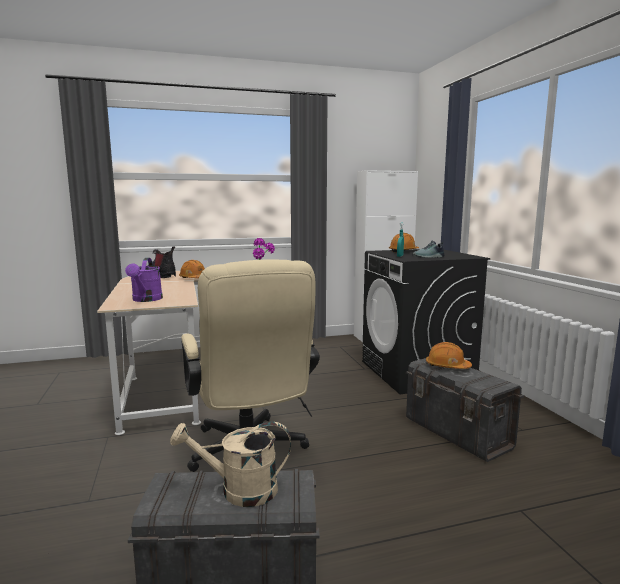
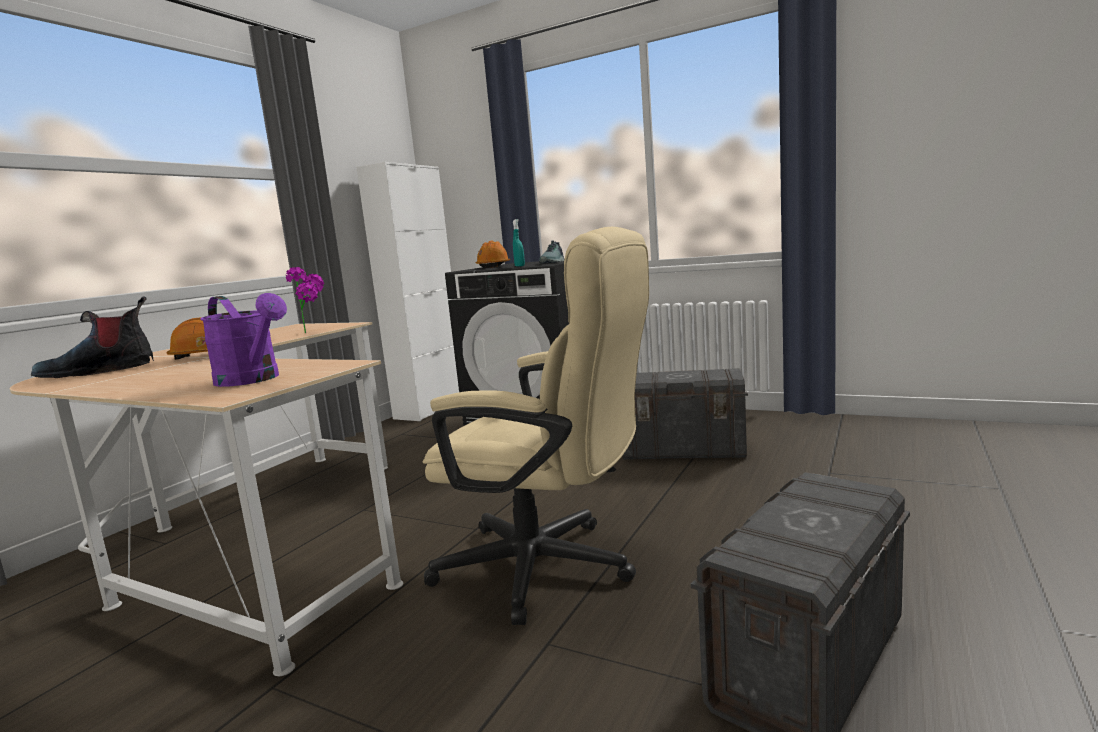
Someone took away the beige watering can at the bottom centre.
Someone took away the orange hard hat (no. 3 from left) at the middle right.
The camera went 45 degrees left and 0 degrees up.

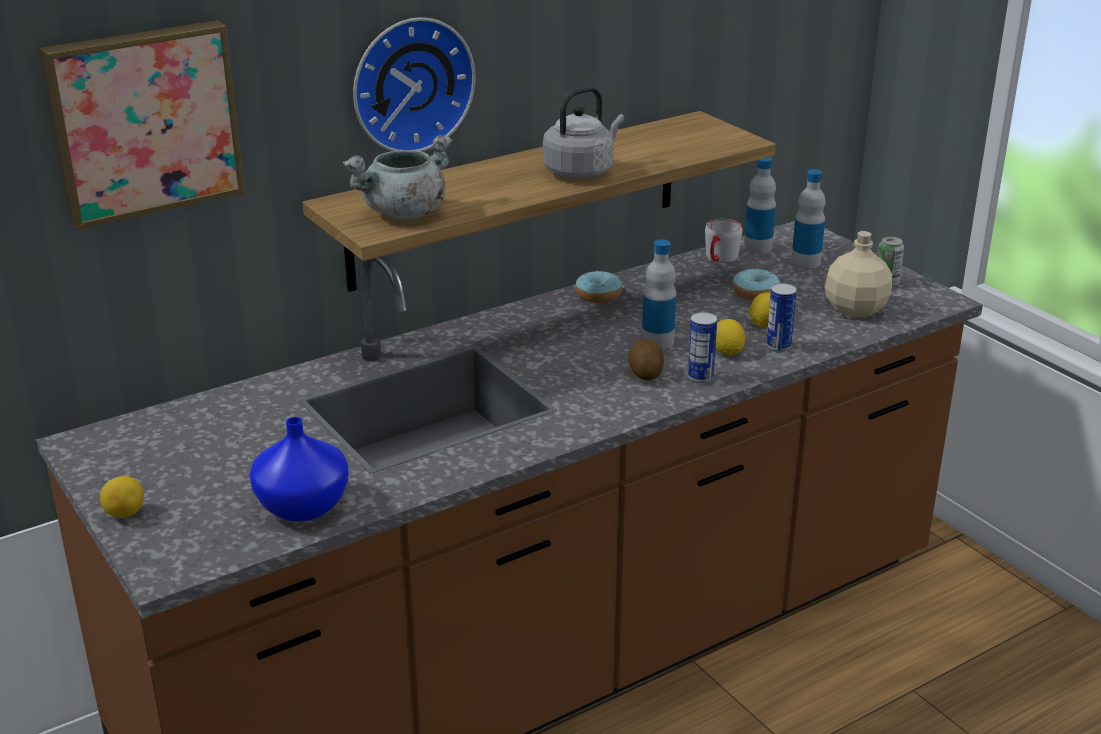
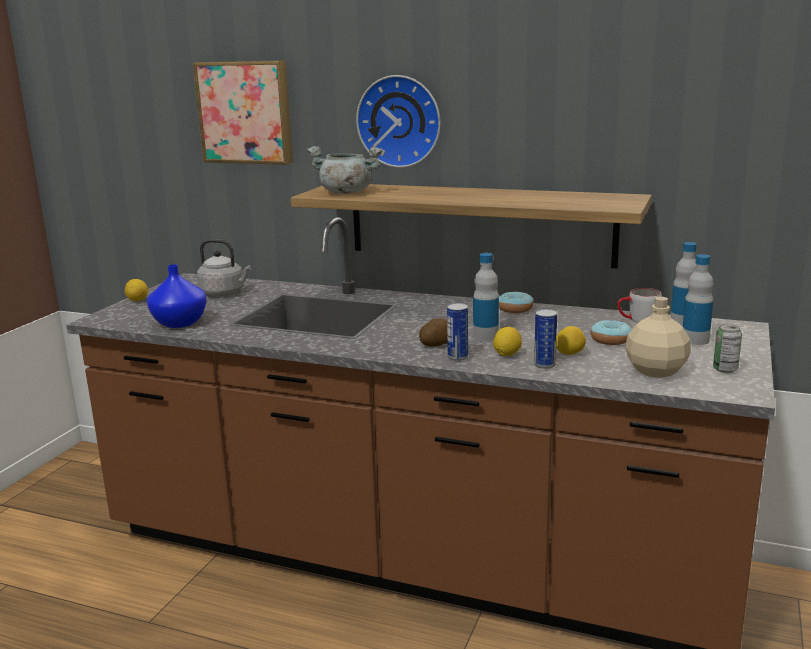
Someone carried the grey kettle from the top centre to the middle left.
The camera went 55 degrees right and 10 degrees down.

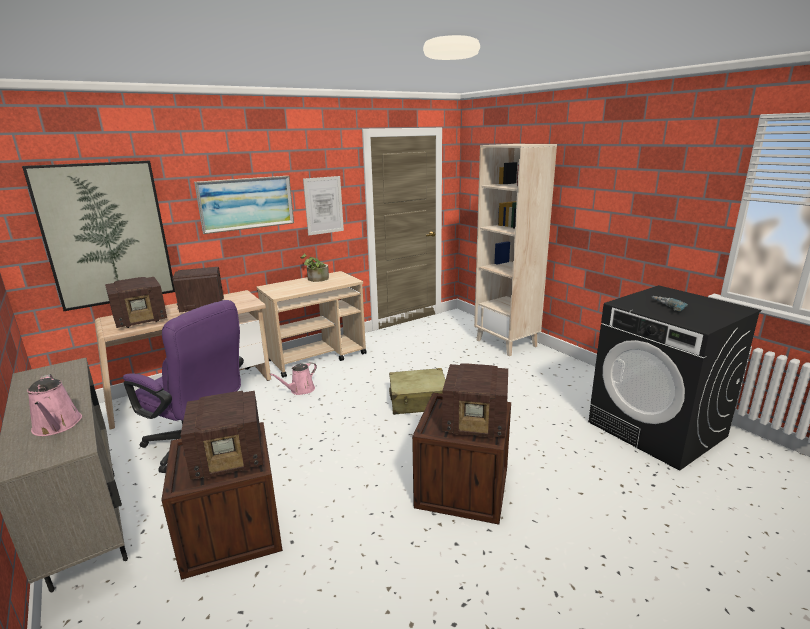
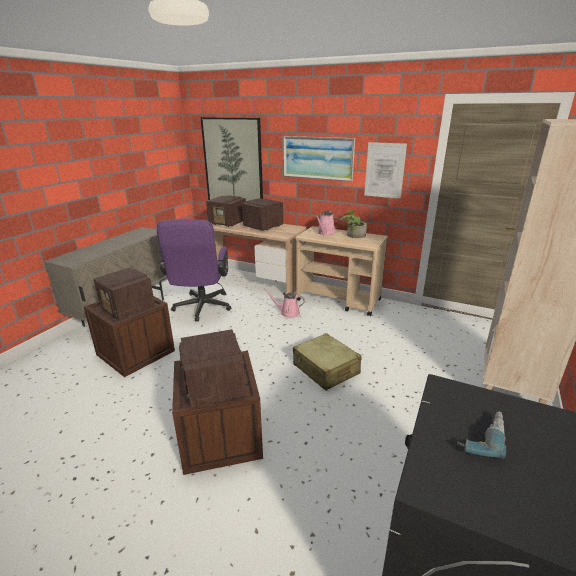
Someone carried the pink watering can (no. 1 from left in the first image) from the middle left to the centre.
The camera went 60 degrees right and 5 degrees up.

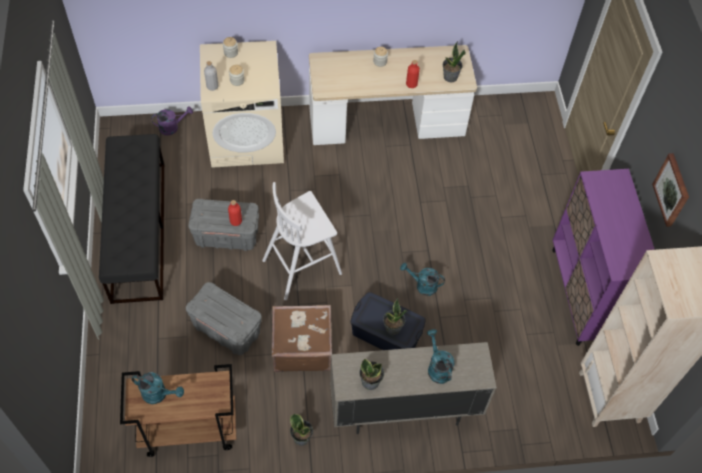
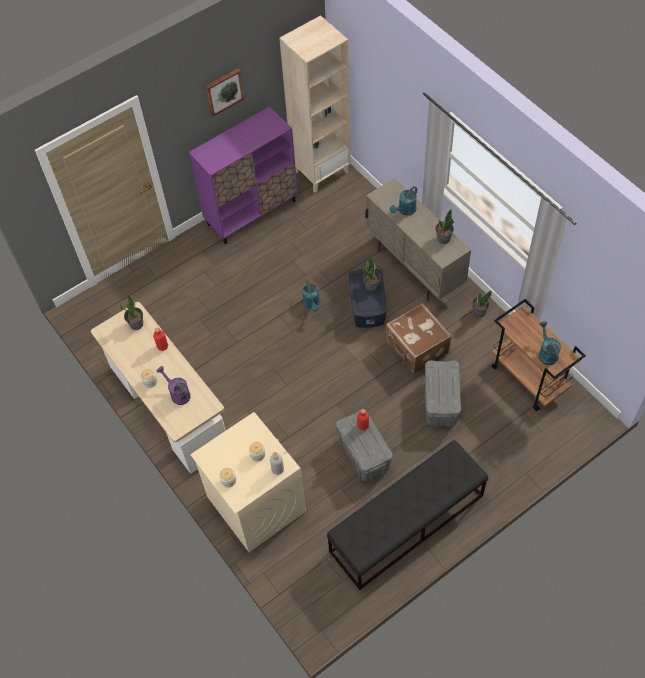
Someone took away the white stool at the centre.
Someone carried the purple watering can from the top left to the middle left.
The camera went 115 degrees left and 0 degrees up.

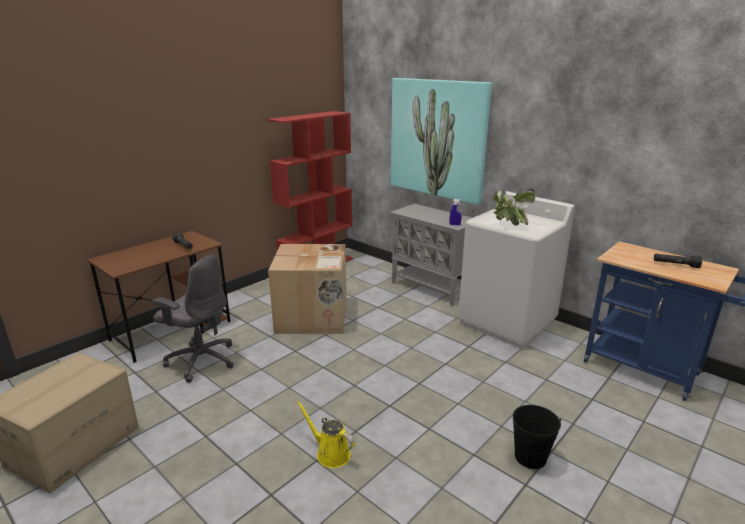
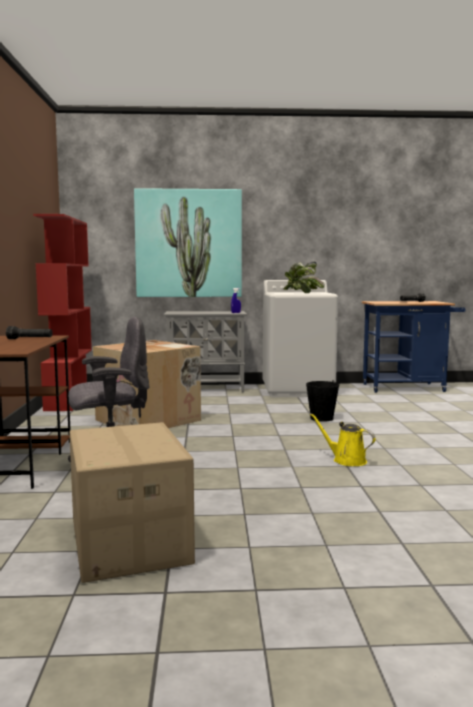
Someone carried the black bucket from the bottom right to the middle right.
Someone rotated the yellow watering can at the bottom centre by 45 degrees clockwise.
The camera went 45 degrees left and 15 degrees down.

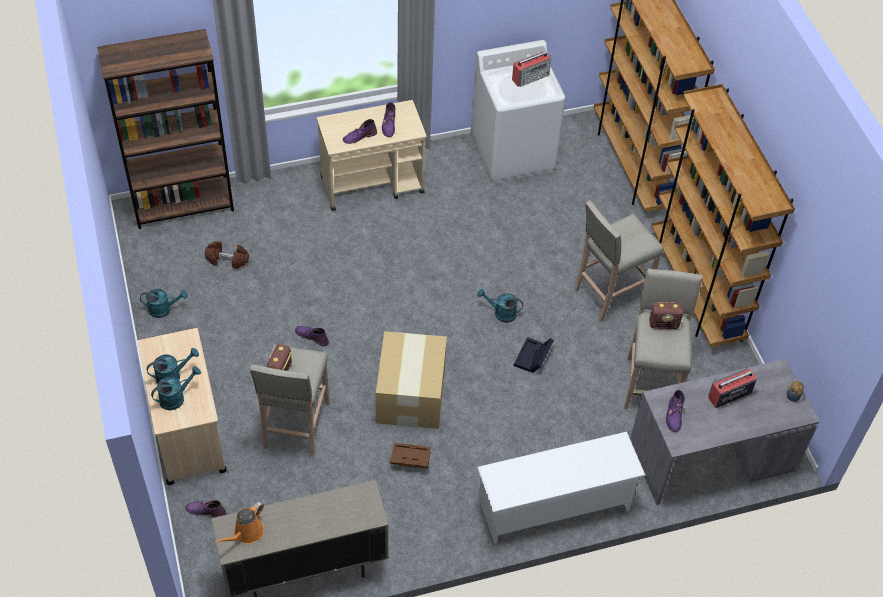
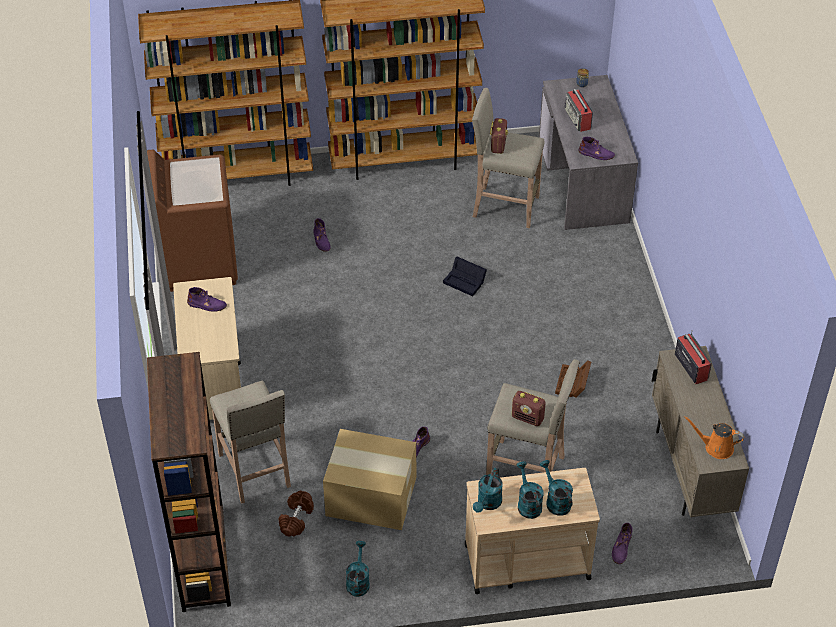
Someone took away the white shoe rack at the bottom centre.
Someone carried the purple boot (no. 3 from left in the first image) from the top centre to the centre.
Someone carried the cardboard box from the centre to the bottom centre.
Someone carried the turquoise watering can (no. 4 from left in the first image) from the centre to the bottom centre.
Someone carried the radio (no. 2 from left in the first image) from the top centre to the middle right.
Someone carried the beige stool (no. 2 from left in the first image) from the middle right to the bottom left.
Someone repainted the white washing machine at the top centre, which became the brown washing machine at the middle left.
Someone rotated the orange watering can at the bottom left by 150 degrees clockwise.
The camera went 80 degrees left and 5 degrees down.

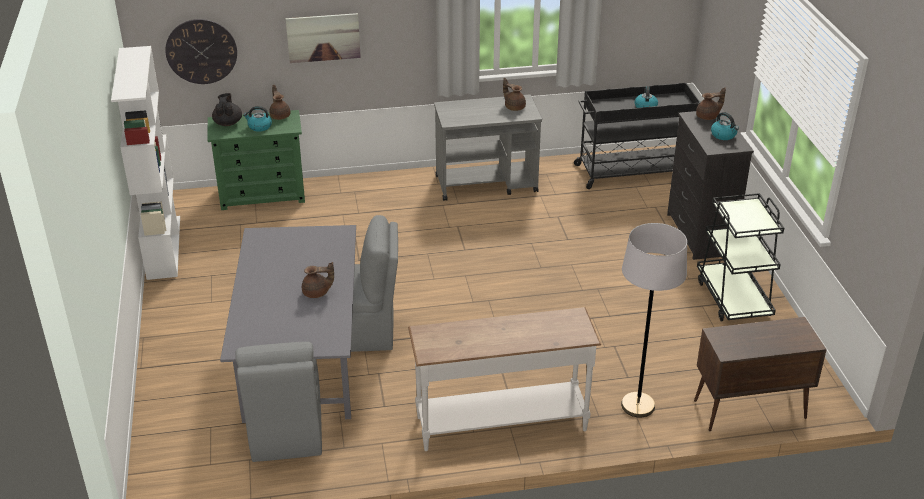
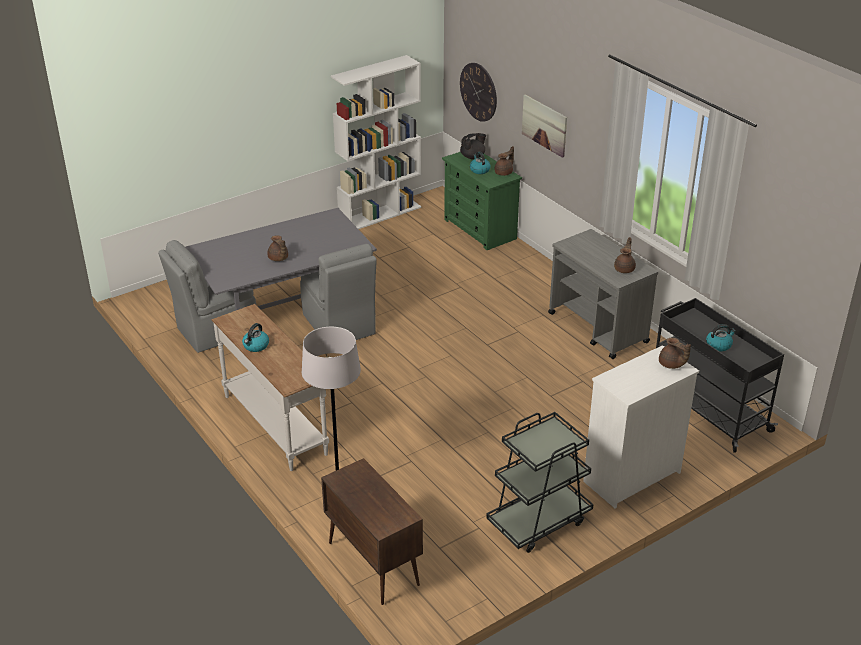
Someone carried the kettle (no. 3 from left in the first image) from the top right to the middle left.
Someone repainted the black dresser at the middle right, which became the white dresser at the middle right.
The camera went 65 degrees right and 0 degrees up.

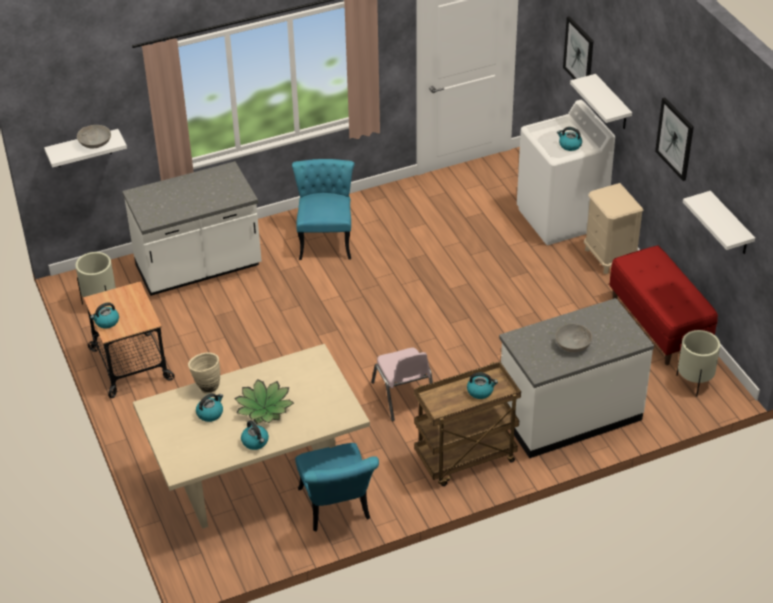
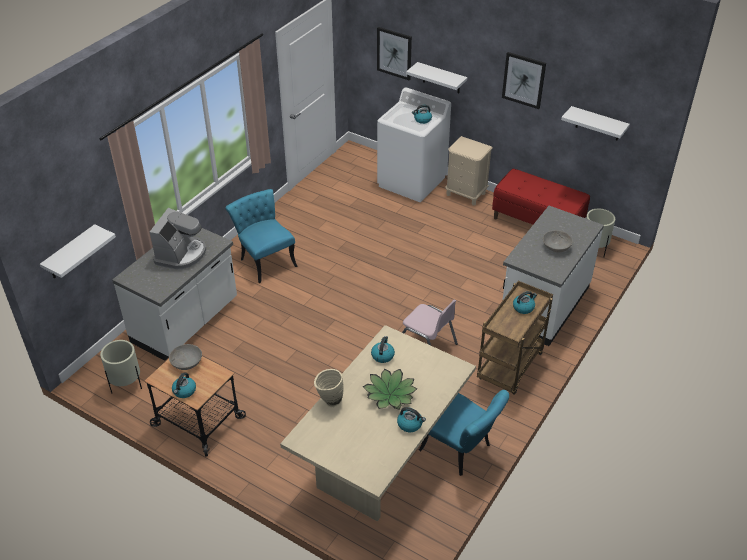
Someone put down the coffee machine at the middle left.
Someone carried the grey bowl (no. 1 from left) from the top left to the middle left.
Someone carried the kettle (no. 2 from left) from the bottom left to the centre.
The camera went 35 degrees left and 0 degrees up.

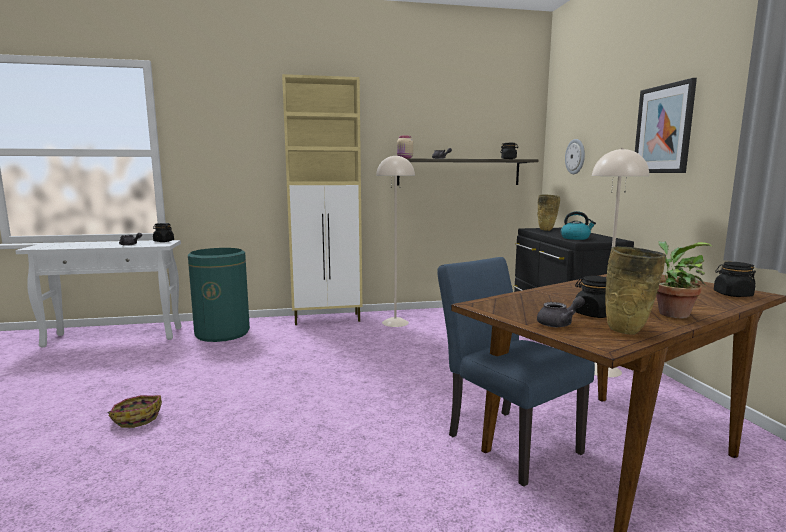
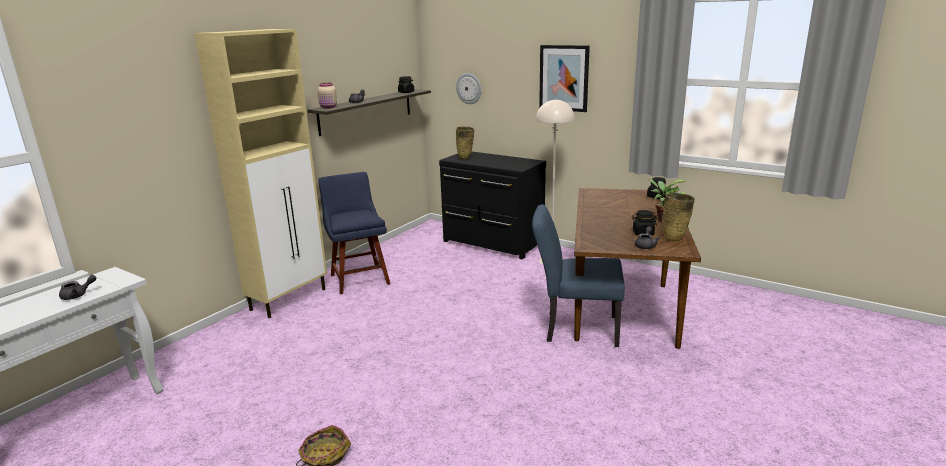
Someone took away the black jar (no. 1 from left) at the middle left.
Someone took away the green trash can at the middle left.
Someone took away the kettle at the middle right.
Someone swapped the beige floor lamp (no. 1 from left) at the centre for the blue chair (no. 1 from left) at the centre.
The camera went 45 degrees left and 10 degrees up.

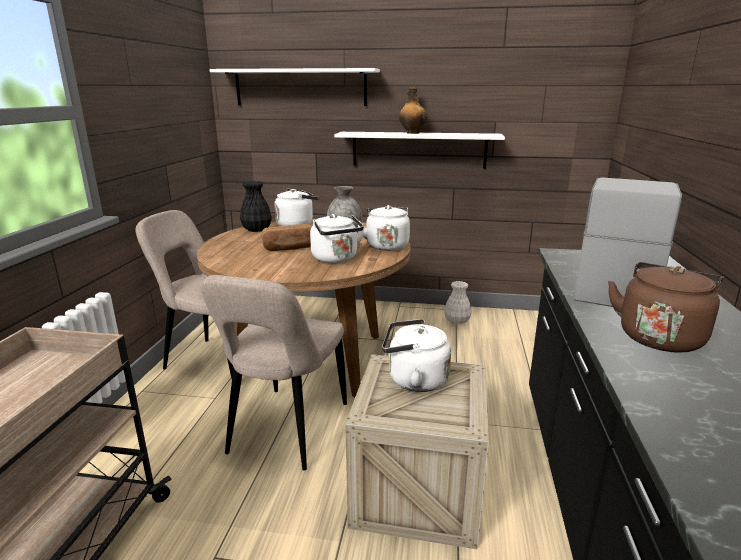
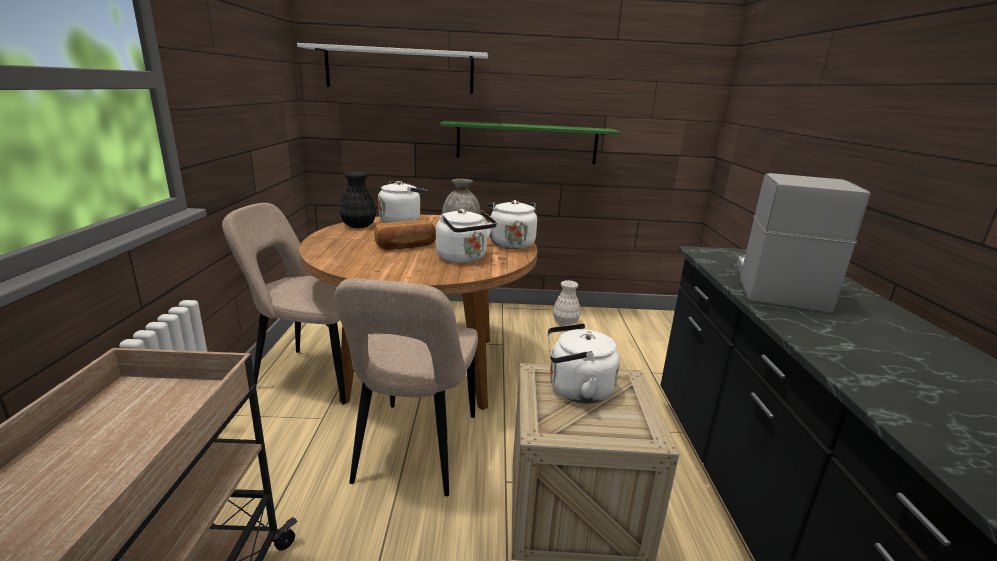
Someone took away the bottle at the top centre.
Someone took away the brown kettle at the middle right.
Someone repainted the white shelf (no. 2 from left) at the top centre, which became the green shelf at the top centre.
The camera went 10 degrees left and 0 degrees up.

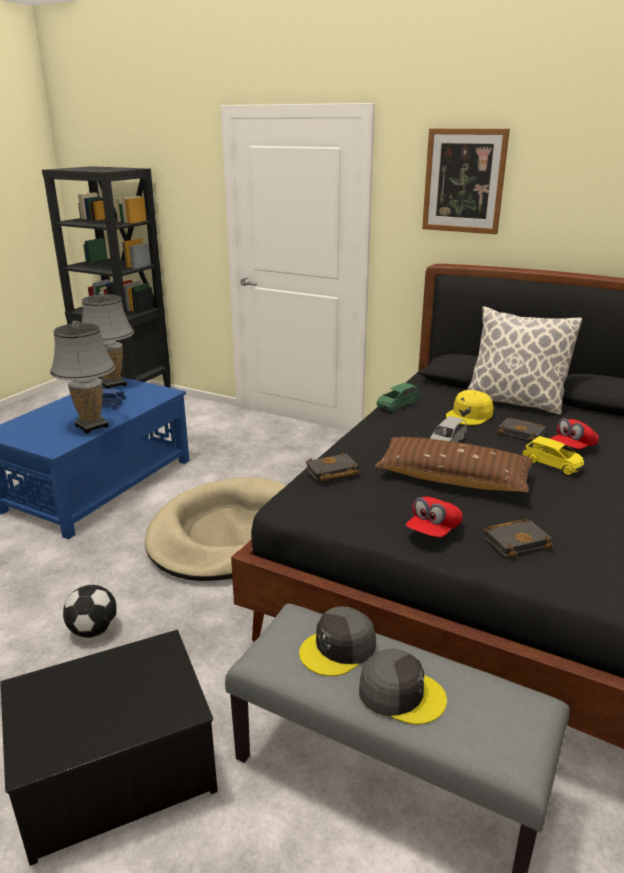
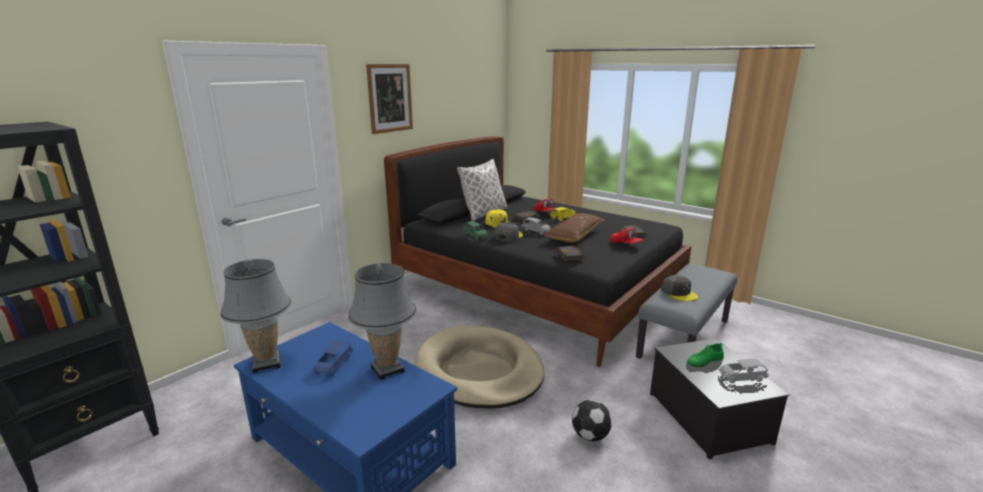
Someone put down the green shoe at the bottom right.
Someone put down the grey toy car (no. 2 from left) at the bottom right.
Someone carried the grey cap (no. 2 from left in the first image) from the bottom centre to the centre.
The camera went 80 degrees left and 5 degrees down.

